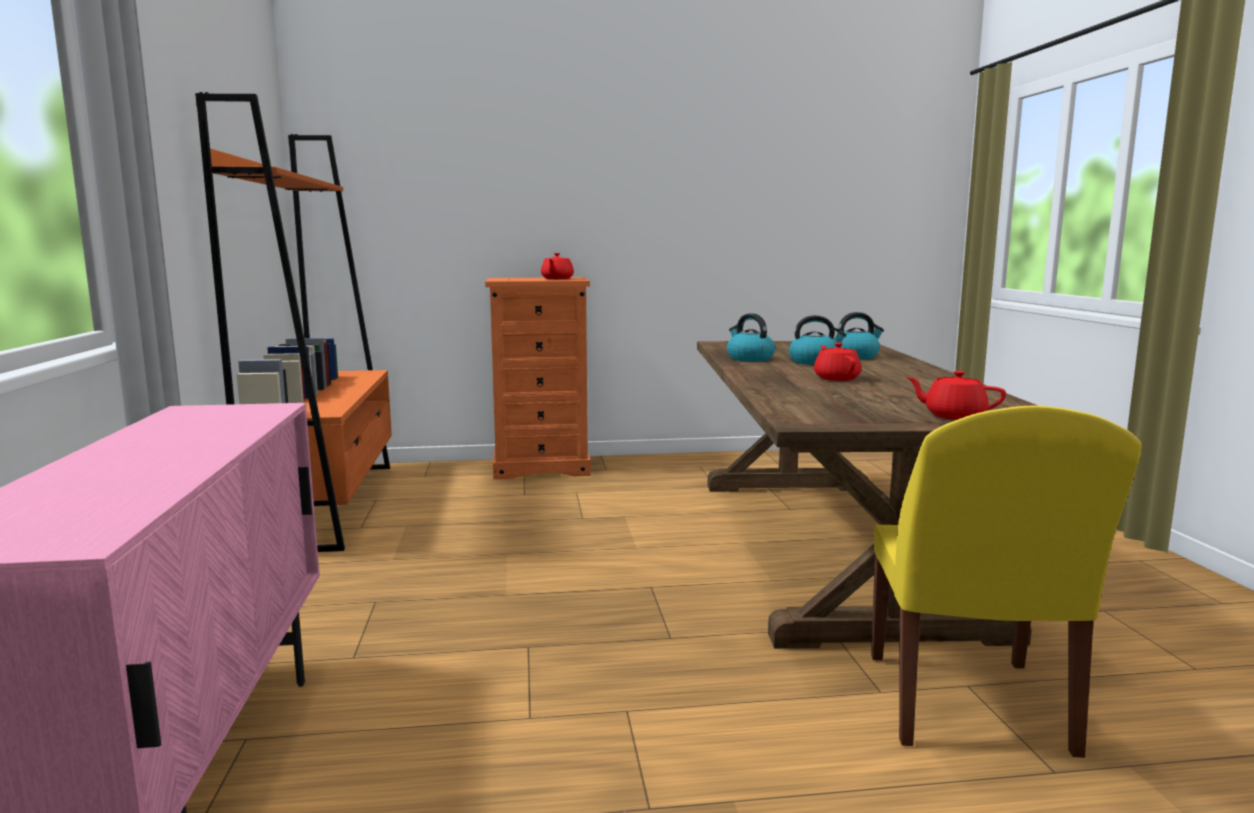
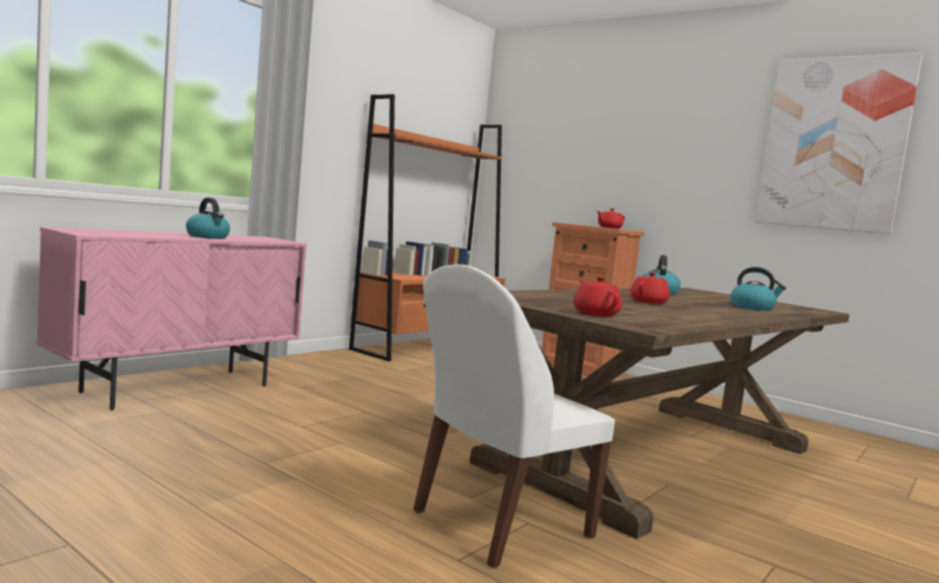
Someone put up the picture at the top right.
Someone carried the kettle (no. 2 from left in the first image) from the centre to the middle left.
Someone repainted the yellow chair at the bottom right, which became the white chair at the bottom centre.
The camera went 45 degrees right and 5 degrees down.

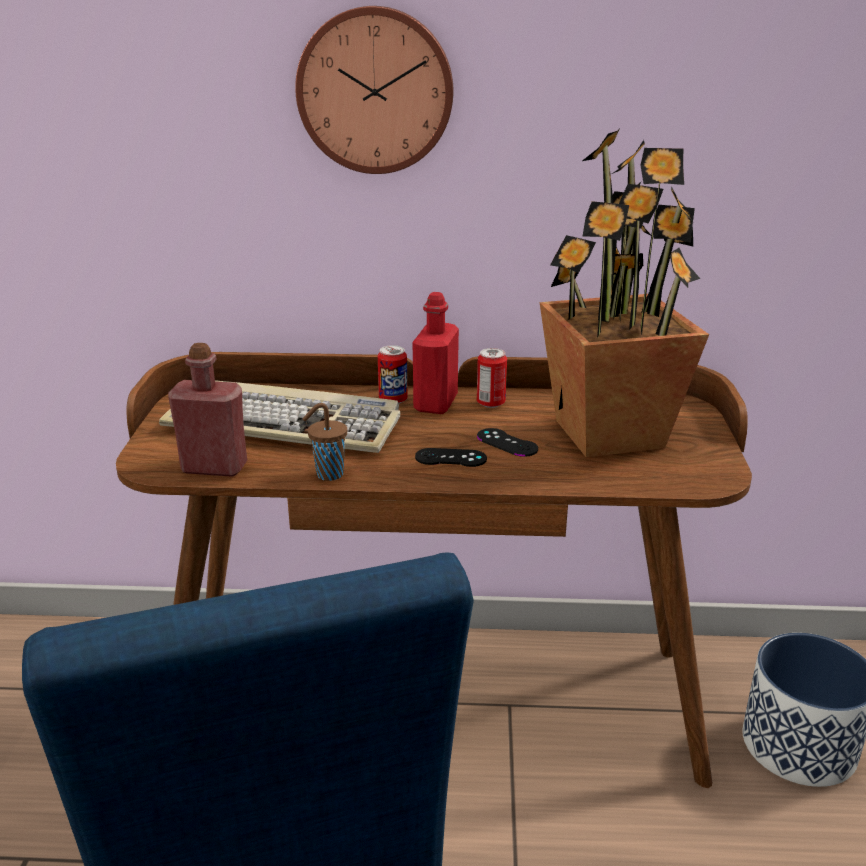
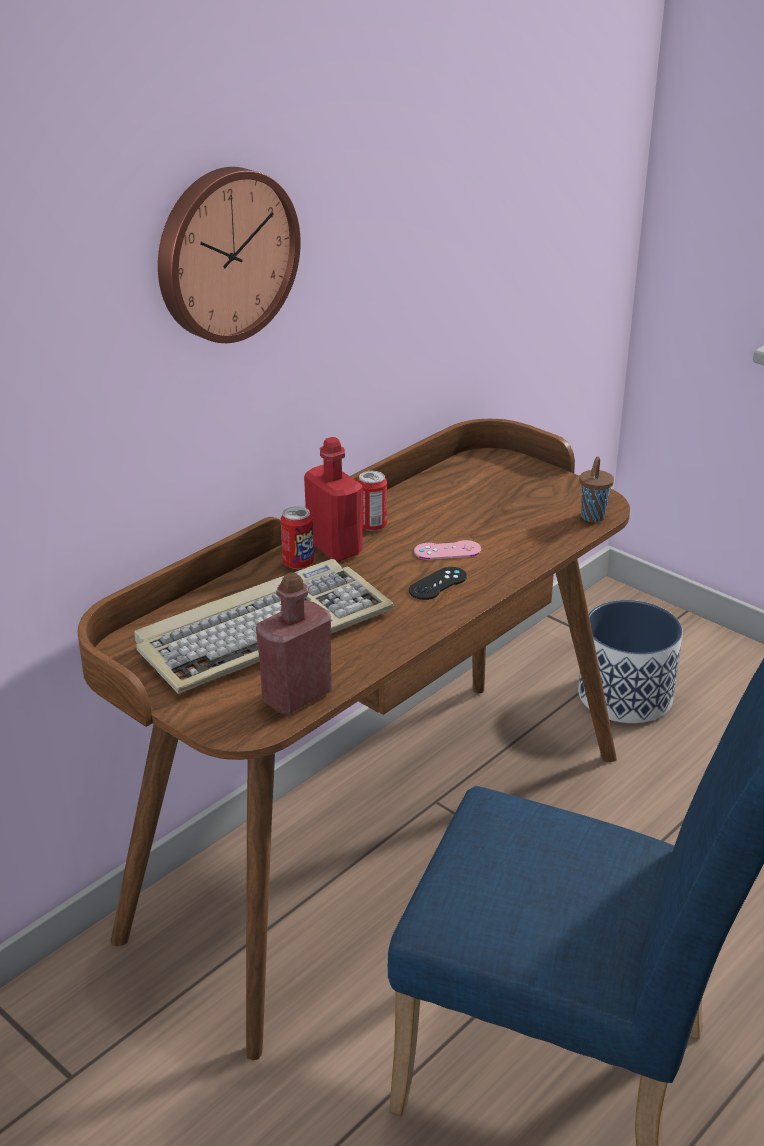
Someone took away the potted plant at the middle right.
Someone carried the brown cup from the centre to the middle right.
Someone repainted the black game controller (no. 2 from left) at the centre, which became the pink game controller at the centre.
The camera went 50 degrees left and 5 degrees up.

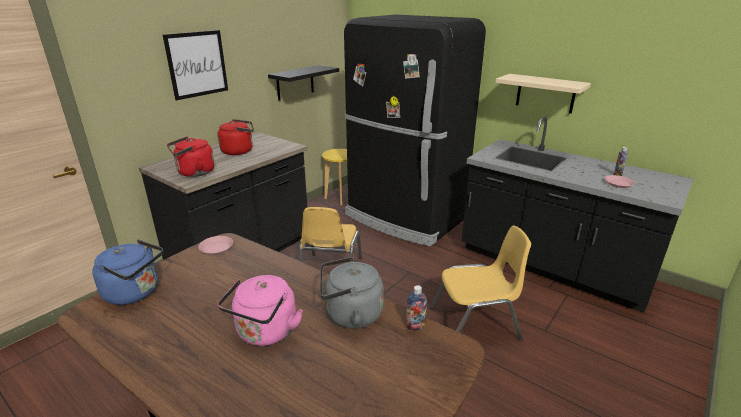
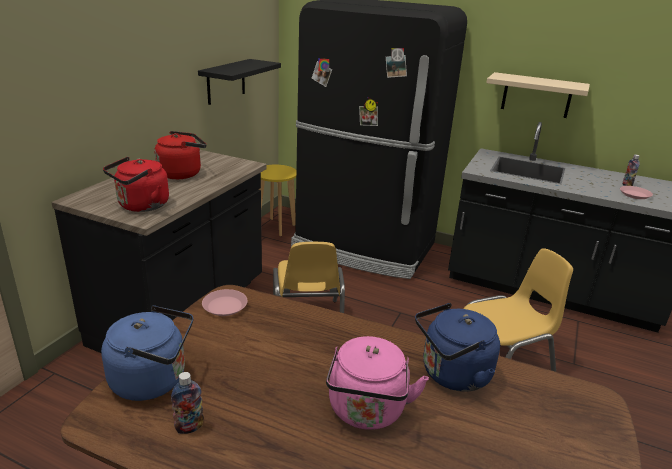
Someone took away the picture at the top left.
Someone carried the bottle (no. 1 from left) from the bottom centre to the bottom left.
Someone repainted the grey kettle at the bottom centre, which became the blue kettle (no. 2 from left) at the bottom right.
The camera went 15 degrees left and 0 degrees up.

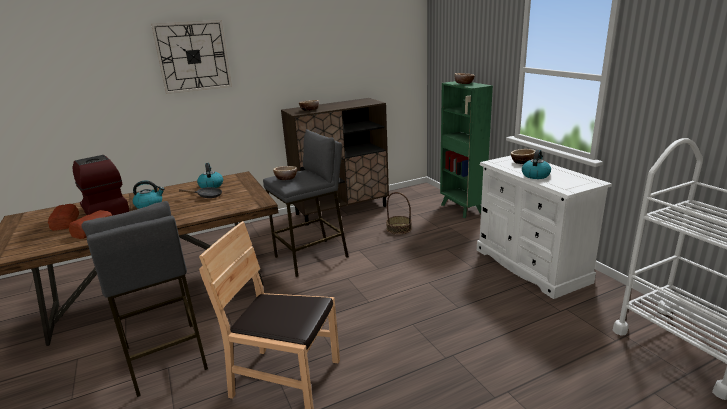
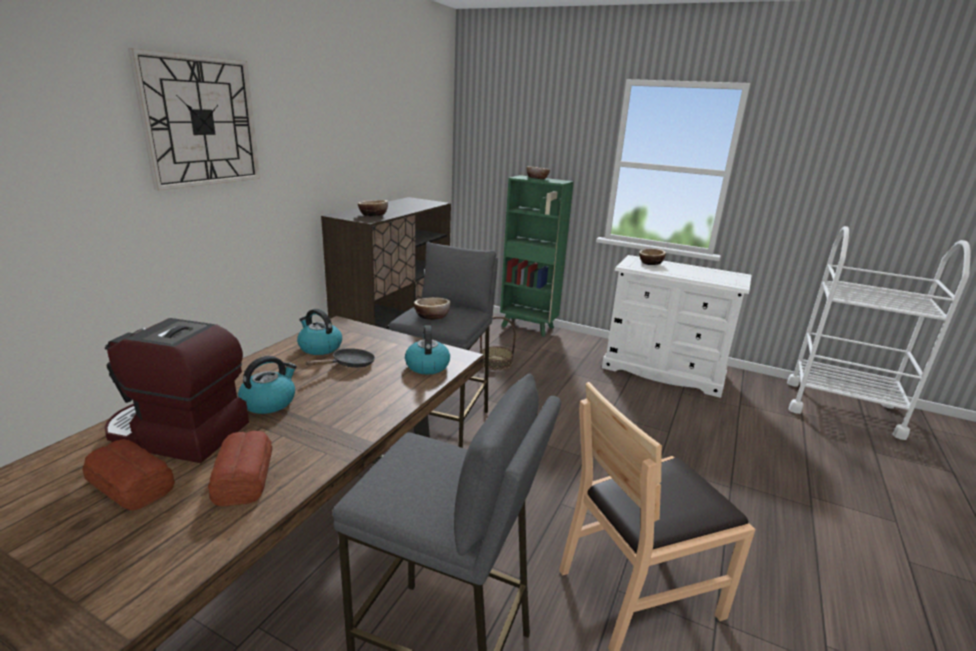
Someone carried the kettle (no. 3 from left) from the middle right to the centre.
The camera went 40 degrees left and 0 degrees up.

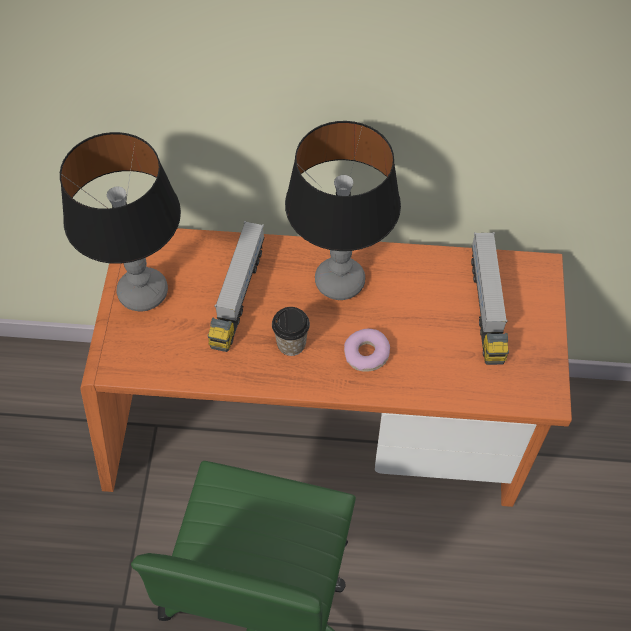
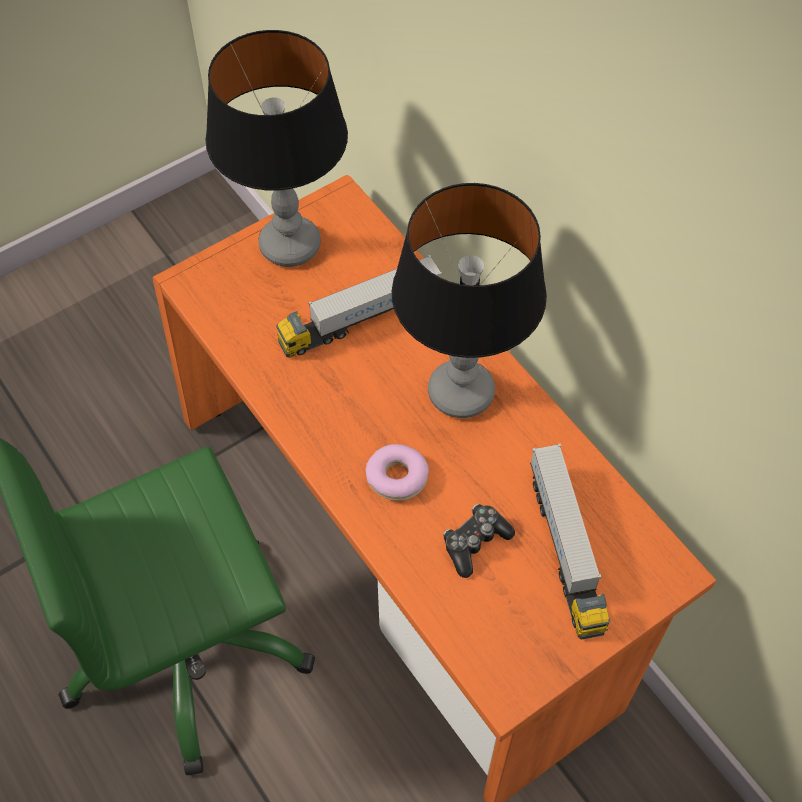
Someone took away the cup at the centre.
Someone put down the game controller at the bottom centre.
Someone rotated the toy truck (no. 2 from left) at the middle right by 60 degrees counterclockwise.
The camera went 50 degrees right and 0 degrees up.

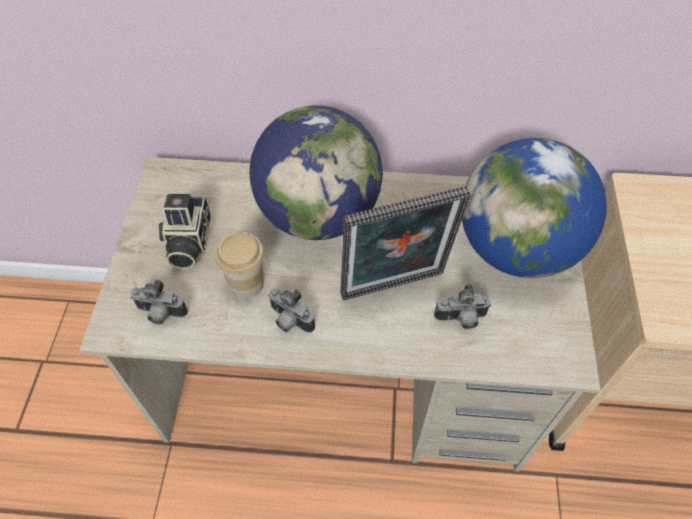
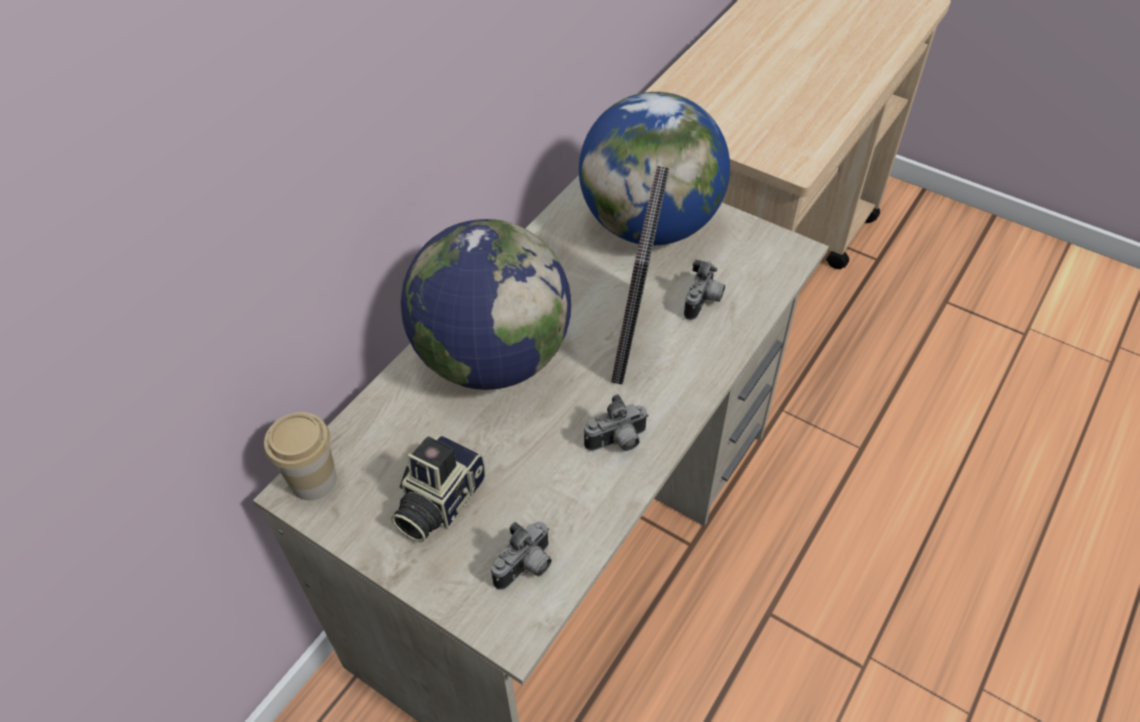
Someone carried the cup from the centre to the middle left.
Someone rotated the photo camera (no. 2 from left in the first image) at the middle left by 90 degrees clockwise.
The camera went 60 degrees left and 5 degrees down.

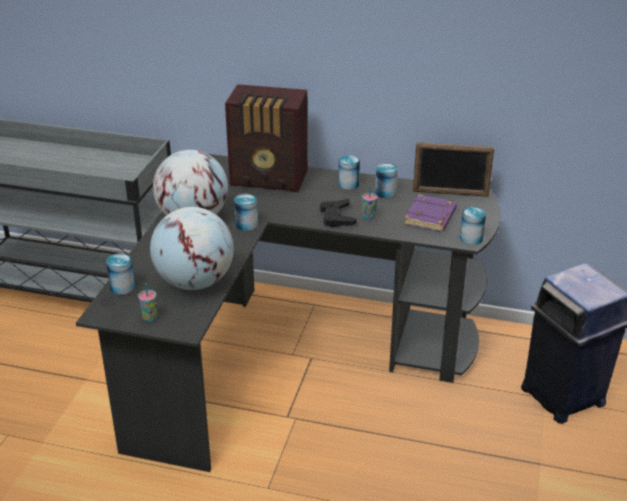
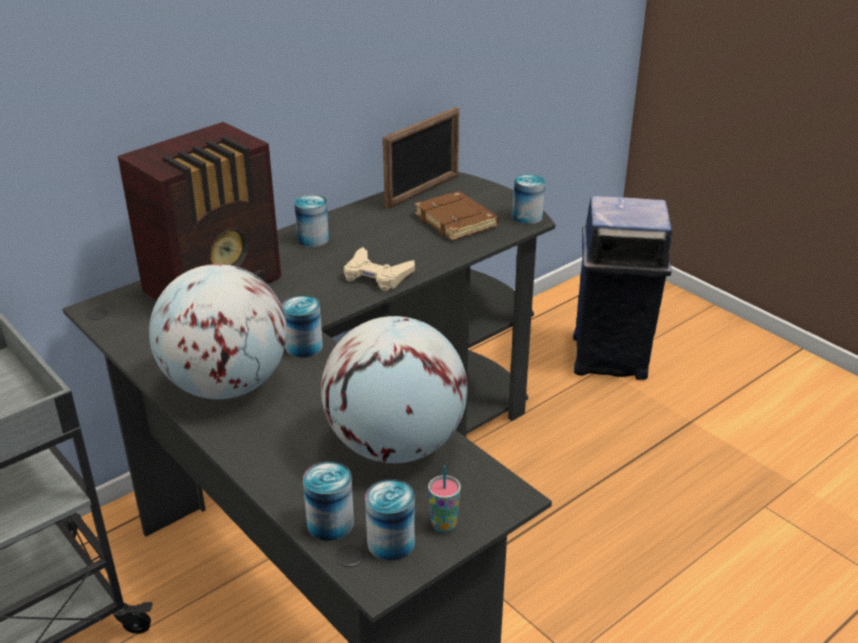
Someone took away the cup (no. 2 from left) at the centre.
Someone carried the can (no. 4 from left) from the centre to the bottom centre.
Someone repainted the black game controller at the centre, which became the beige game controller at the centre.
Someone repainted the purple book at the middle right, which became the brown book at the centre.
The camera went 55 degrees left and 0 degrees up.

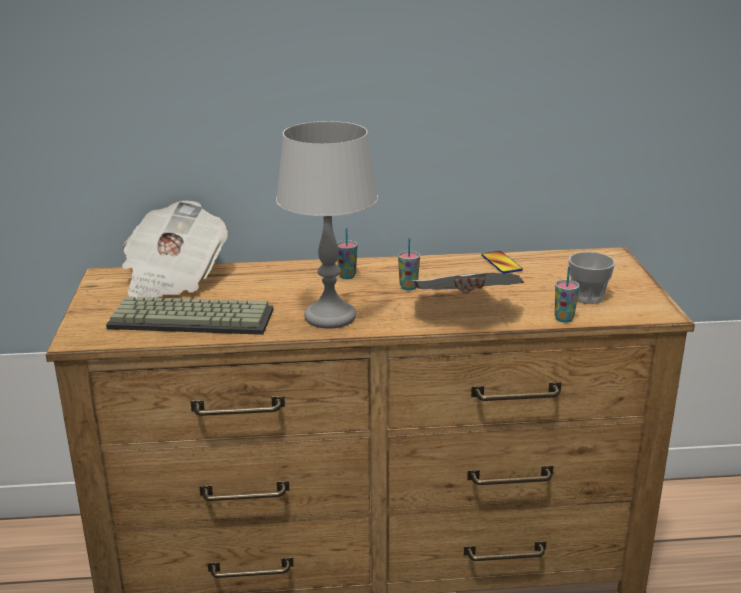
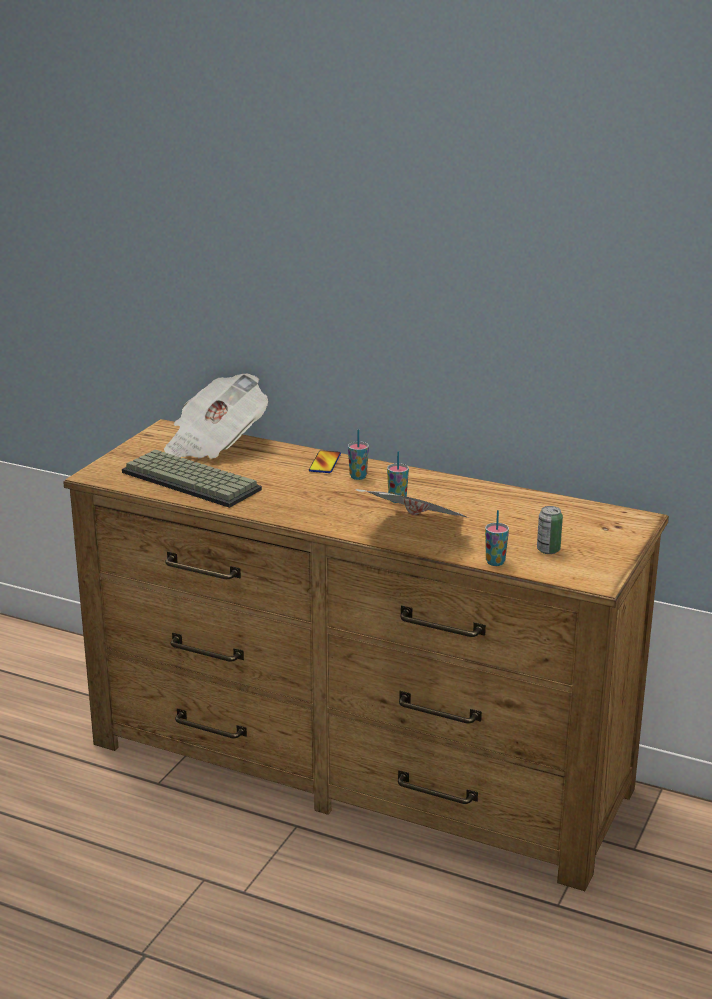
Someone took away the grey table lamp at the centre.
Someone carried the phone from the middle right to the centre.
Someone swapped the cup (no. 4 from left) at the middle right for the can at the middle right.
The camera went 30 degrees right and 0 degrees up.

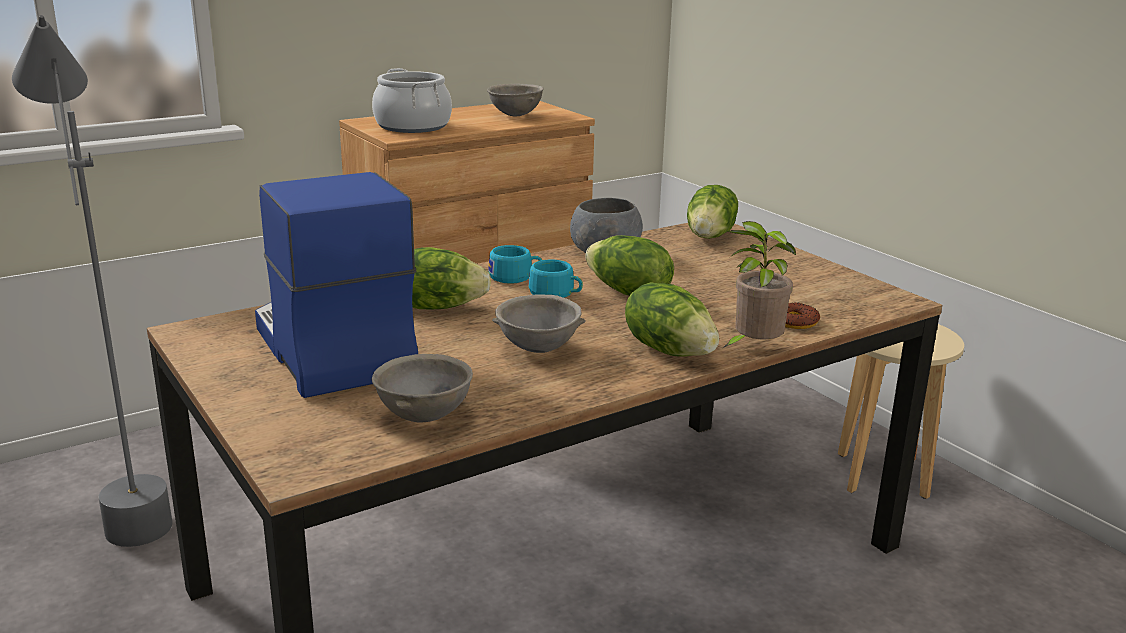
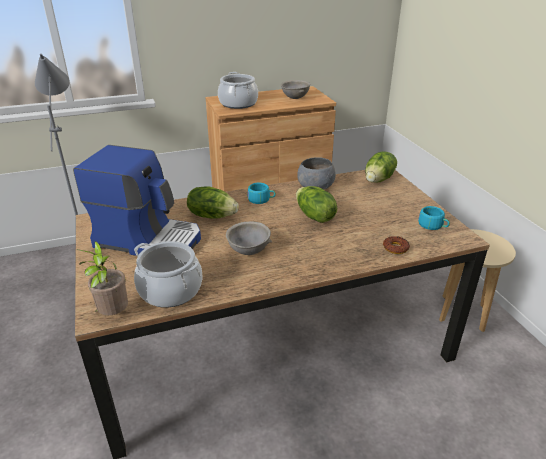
Someone took away the lettuce (no. 3 from left) at the centre.
Someone carried the turquoise cup (no. 2 from left) from the centre to the middle right.
Someone carried the potted plant from the middle right to the middle left.
Someone swapped the grey bowl (no. 1 from left) at the centre for the cooking pot (no. 1 from left) at the middle left.
Someone rotated the coffee machine at the middle left by 120 degrees clockwise.
The camera went 15 degrees right and 10 degrees up.

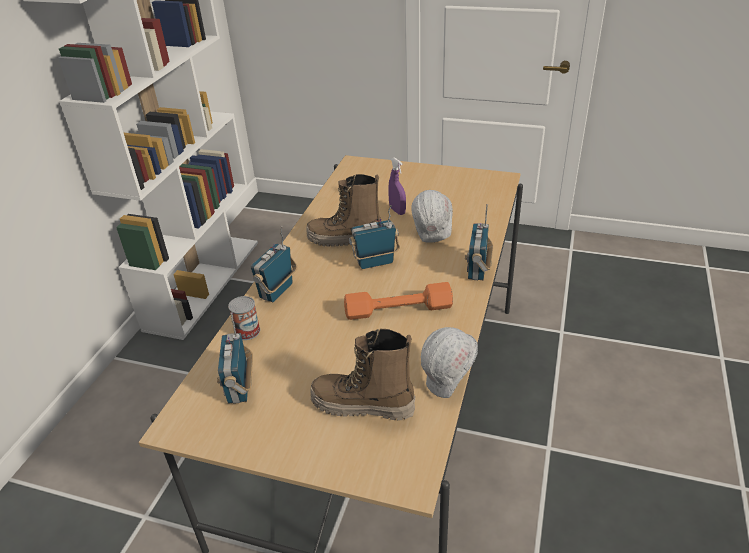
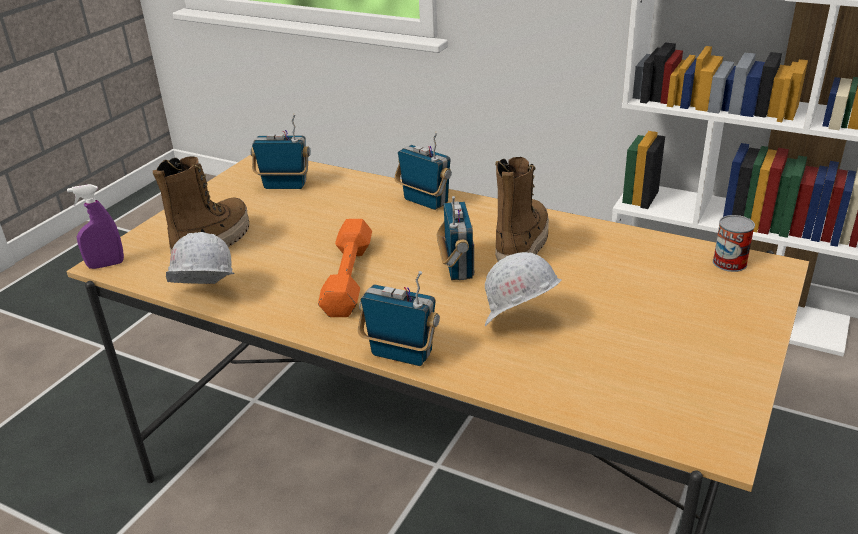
Someone carried the can from the middle left to the middle right.
Someone carried the purple spray bottle from the centre to the middle left.
The camera went 100 degrees right and 5 degrees down.

